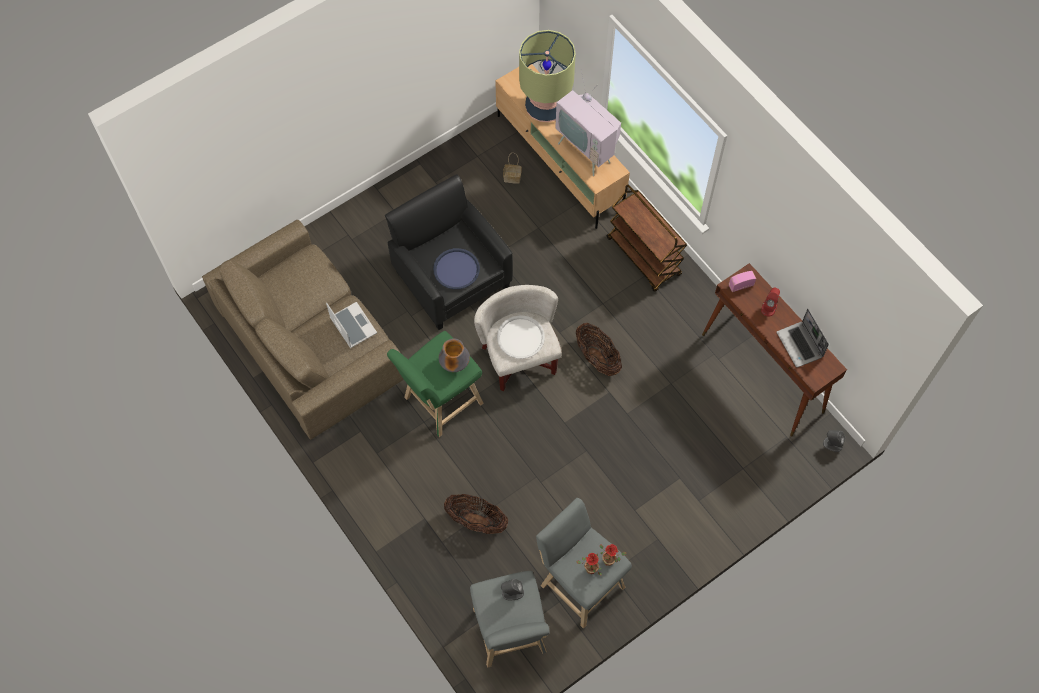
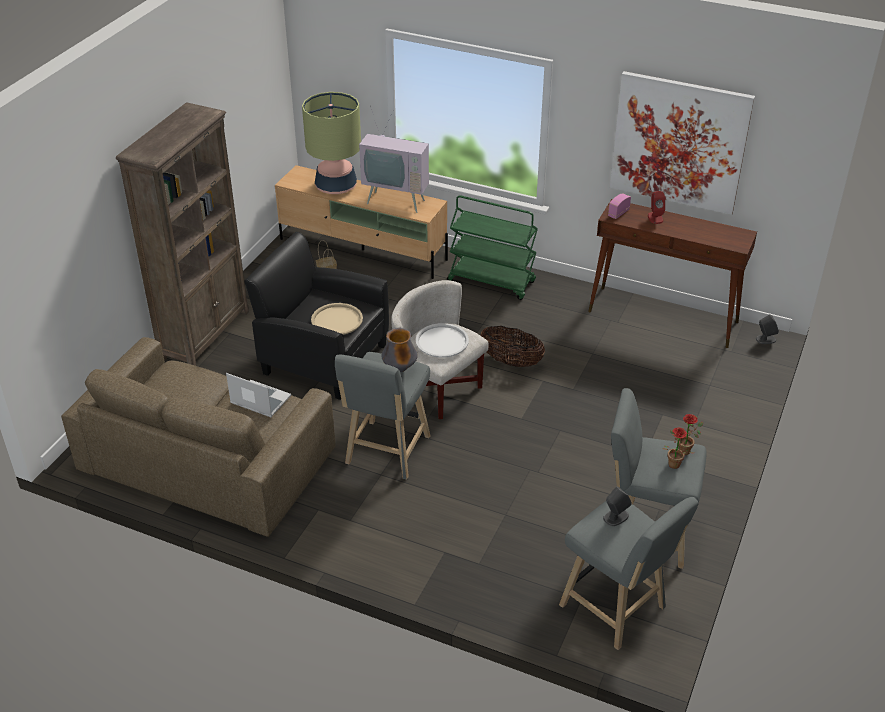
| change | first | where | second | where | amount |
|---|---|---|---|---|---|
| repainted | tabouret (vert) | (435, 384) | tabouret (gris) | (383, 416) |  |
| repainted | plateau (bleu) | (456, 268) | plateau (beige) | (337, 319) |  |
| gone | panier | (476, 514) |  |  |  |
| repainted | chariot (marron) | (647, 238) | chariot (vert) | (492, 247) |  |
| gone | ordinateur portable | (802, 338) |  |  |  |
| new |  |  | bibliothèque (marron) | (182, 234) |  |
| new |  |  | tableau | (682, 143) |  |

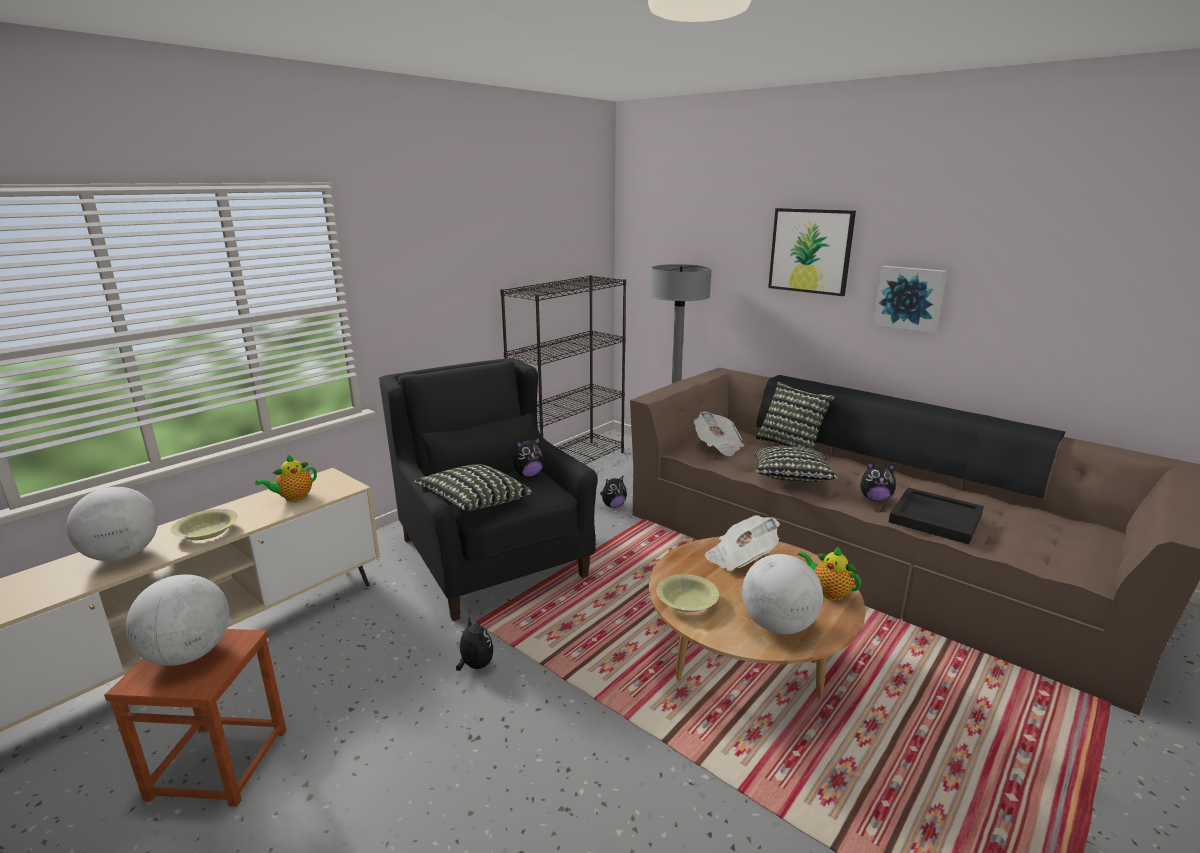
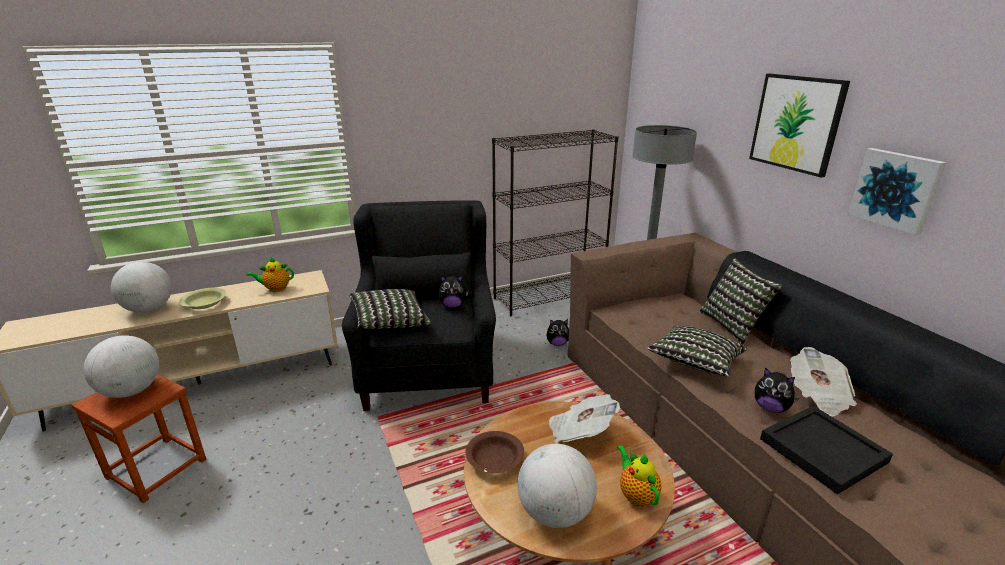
| change | first | where | second | where | amount |
|---|---|---|---|---|---|
| gone | peluche | (474, 643) |  |  |  |
| repainted | bol (jaune) | (687, 593) | bol (marron) | (494, 452) |  |
| shifted | journal | (719, 434) |  | (823, 382) |  |

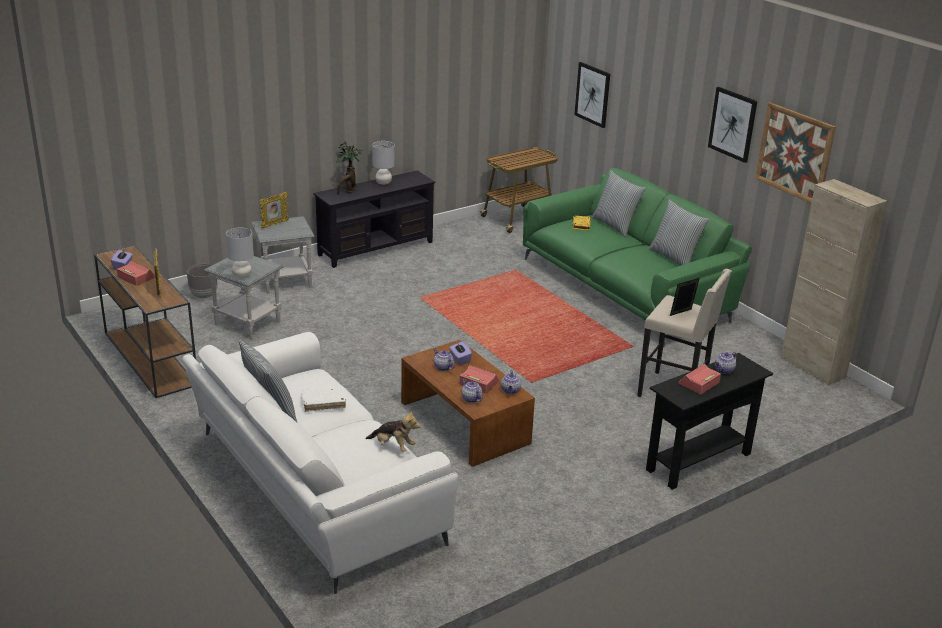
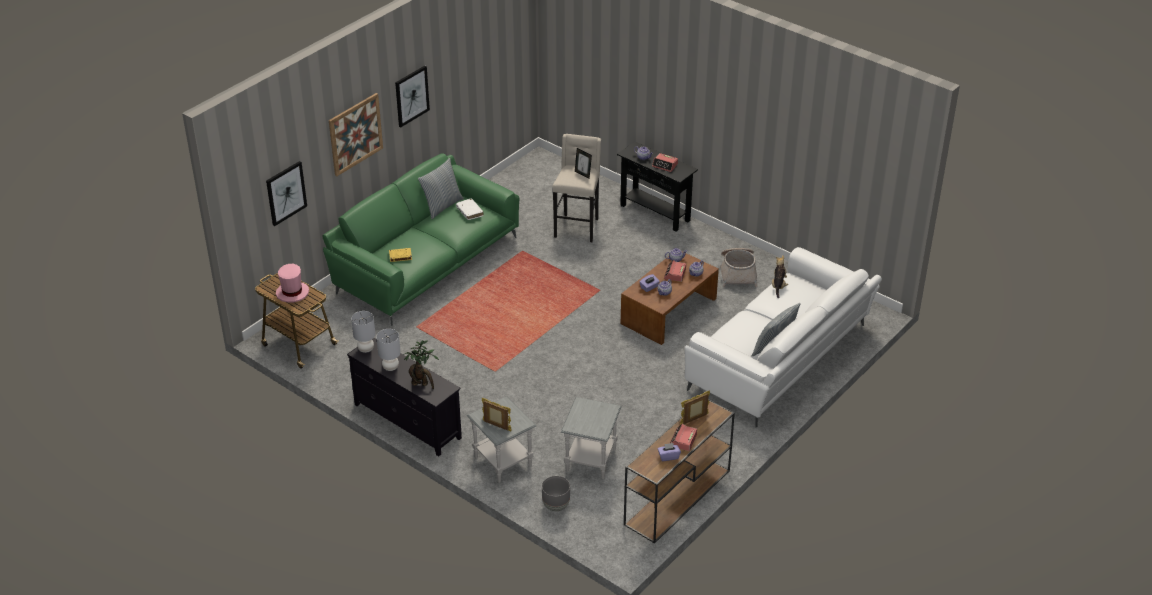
| change | first | where | second | where | amount |
|---|---|---|---|---|---|
| shifted | lampe de table (gris) | (240, 253) |  | (363, 332) |  |
| shifted | livre (blanc) | (323, 399) |  | (470, 209) |  |
| gone | coussin | (619, 203) |  |  |  |
| shifted | tableau | (795, 152) |  | (356, 134) |  |
| gone | meuble de rangement (beige) | (834, 282) |  |  |  |
| new |  |  | chapeau (rose) | (292, 283) |  |
| new |  |  | panier | (738, 267) |  |

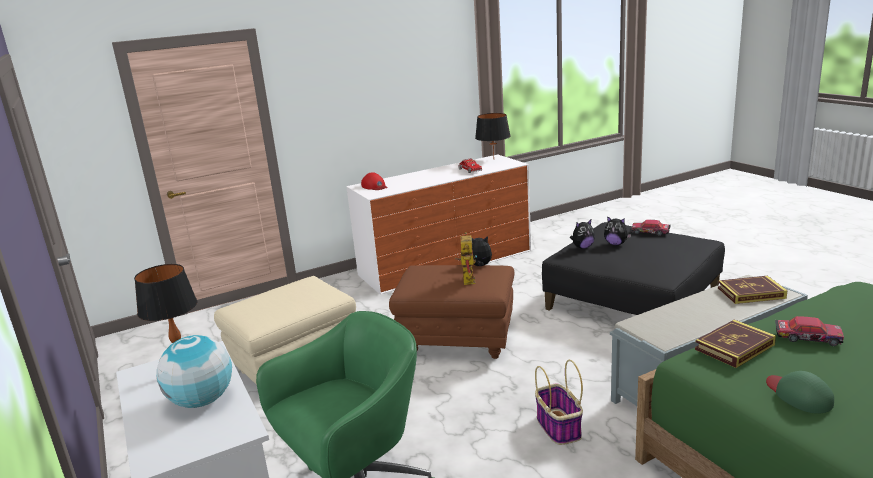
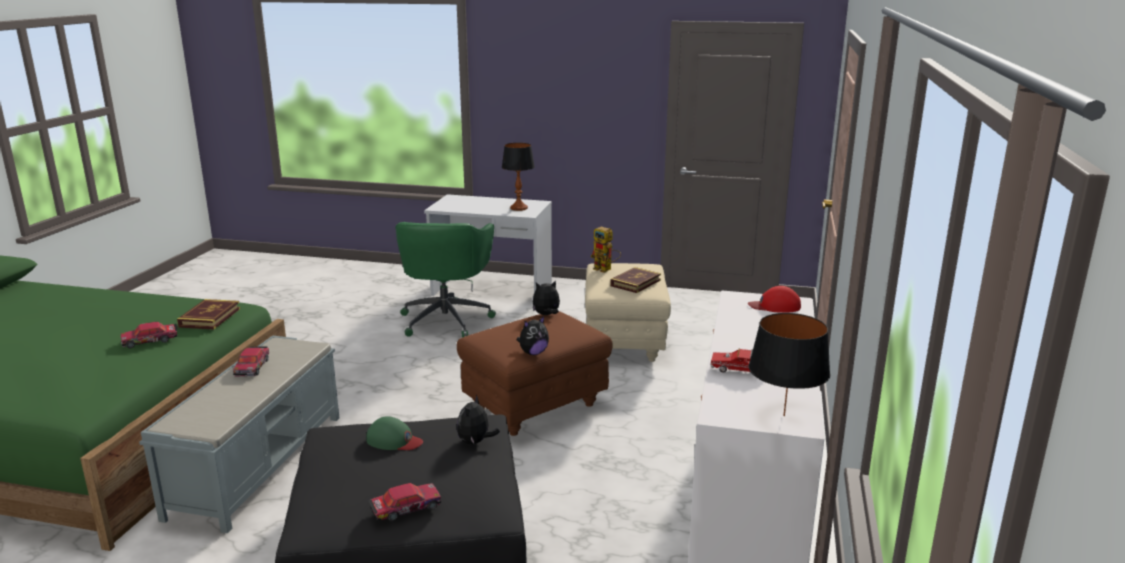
| change | first | where | second | where | amount |
|---|---|---|---|---|---|
| gone | globe | (194, 371) |  |  |  |
| shifted | robot jouet | (466, 258) |  | (606, 250) |  |
| gone | panier | (559, 402) |  |  |  |
| shifted | peluche | (617, 230) |  | (546, 297) |  |
| shifted | livre | (753, 290) |  | (635, 280) |  |
| shifted | casquette (vert) | (800, 392) |  | (394, 433) |  |
| new |  |  | petite voiture | (251, 361) |  |

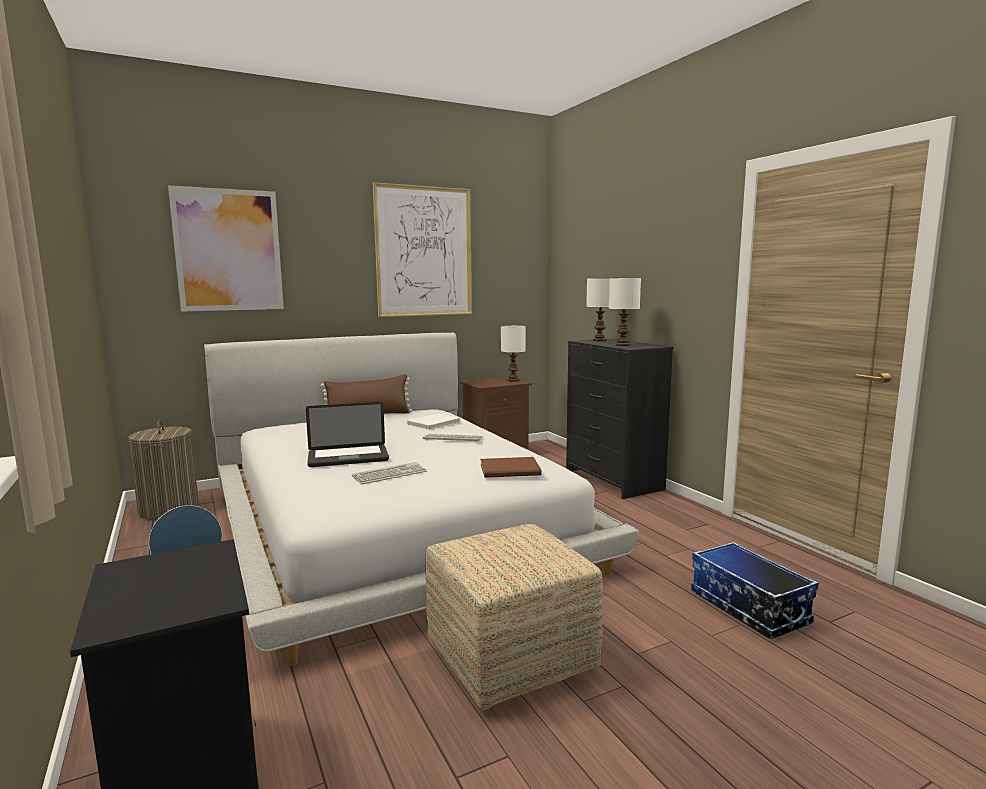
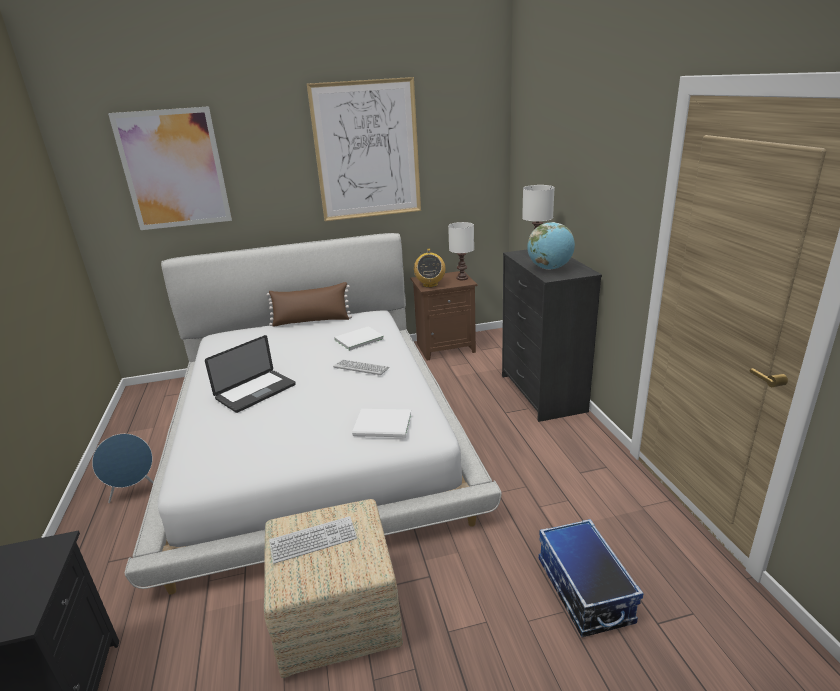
| change | first | where | second | where | amount |
|---|---|---|---|---|---|
| gone | panier à linge | (163, 470) |  |  |  |
| rotated | ordinateur portable | (347, 434) |  | (250, 374) | 45 degrees counterclockwise |
| shifted | clavier | (389, 473) |  | (313, 540) |  |
| repainted | livre (marron) | (511, 467) | livre (blanc) | (382, 423) |  |
| swapped | lampe de table (blanc) | (625, 312) | globe | (551, 246) |  |
| new |  |  | radio | (430, 268) |  |

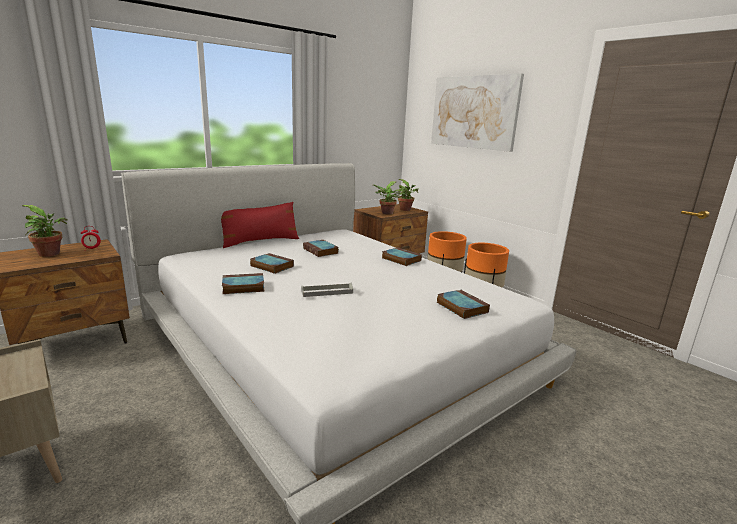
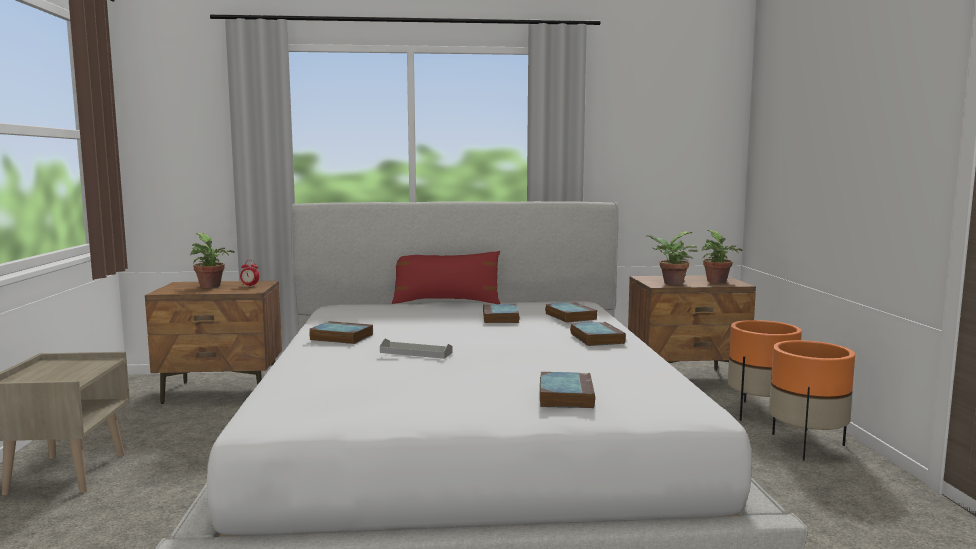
| change | first | where | second | where | amount |
|---|---|---|---|---|---|
| shifted | livre | (272, 263) |  | (571, 312) |  |
| gone | tableau | (477, 112) |  |  |  |

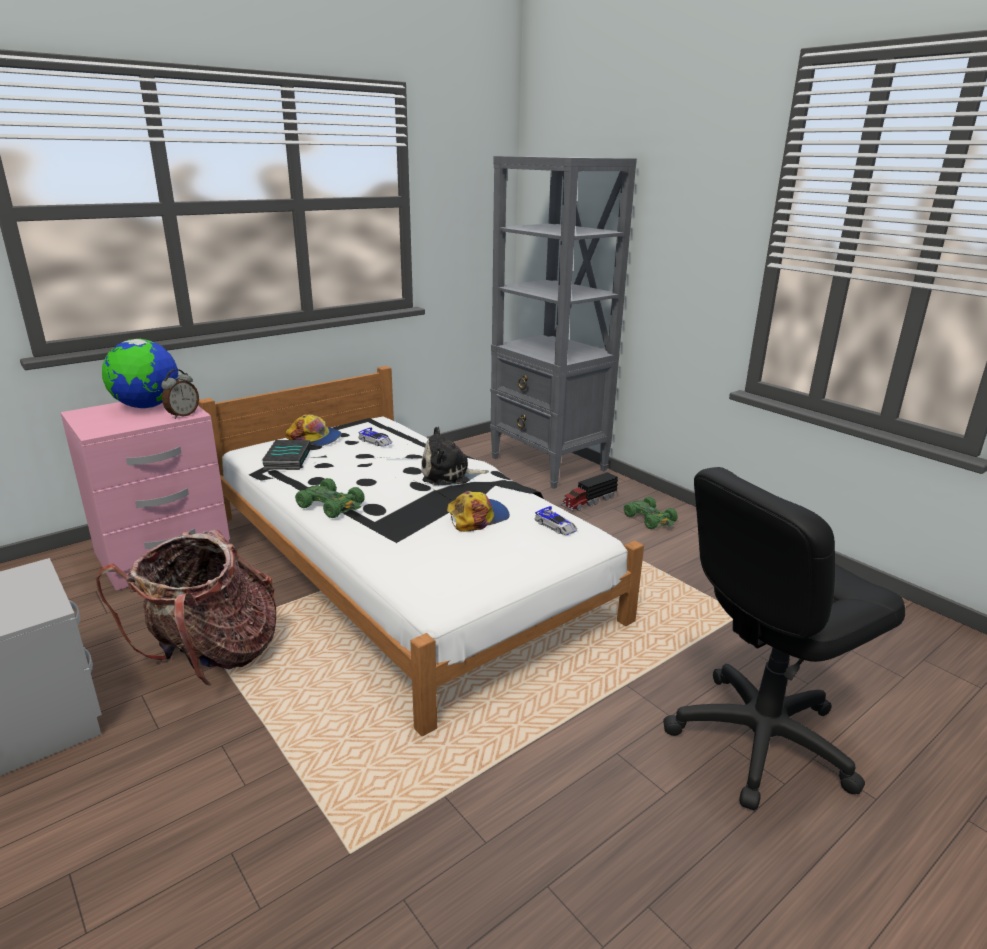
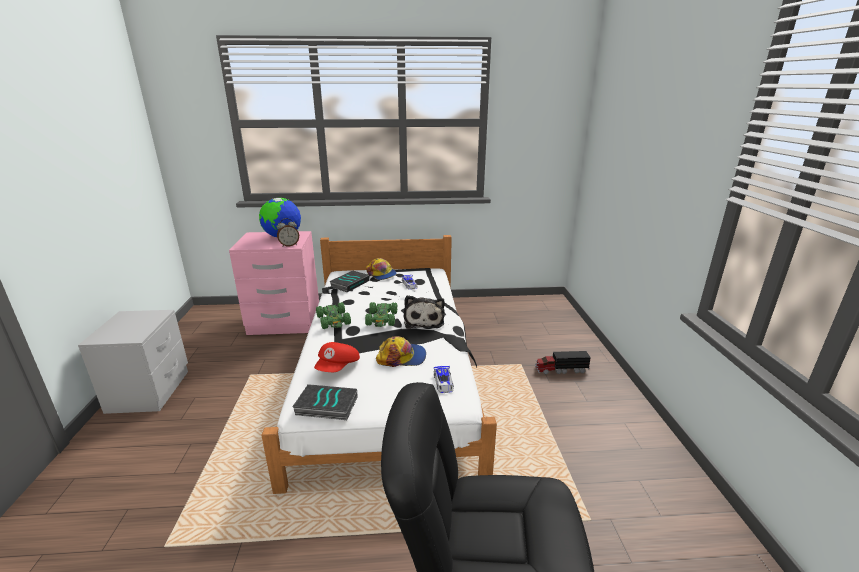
| change | first | where | second | where | amount |
|---|---|---|---|---|---|
| gone | sac à dos | (186, 608) |  |  |  |
| rotated | peluche | (455, 456) |  | (424, 312) | 120 degrees counterclockwise |
| gone | bibliothèque (gris) | (563, 322) |  |  |  |
| shifted | petite voiture (vert) | (651, 513) |  | (381, 314) |  |
| new |  |  | livre | (325, 402) |  |
| new |  |  | casquette (rouge) | (337, 357) |  |

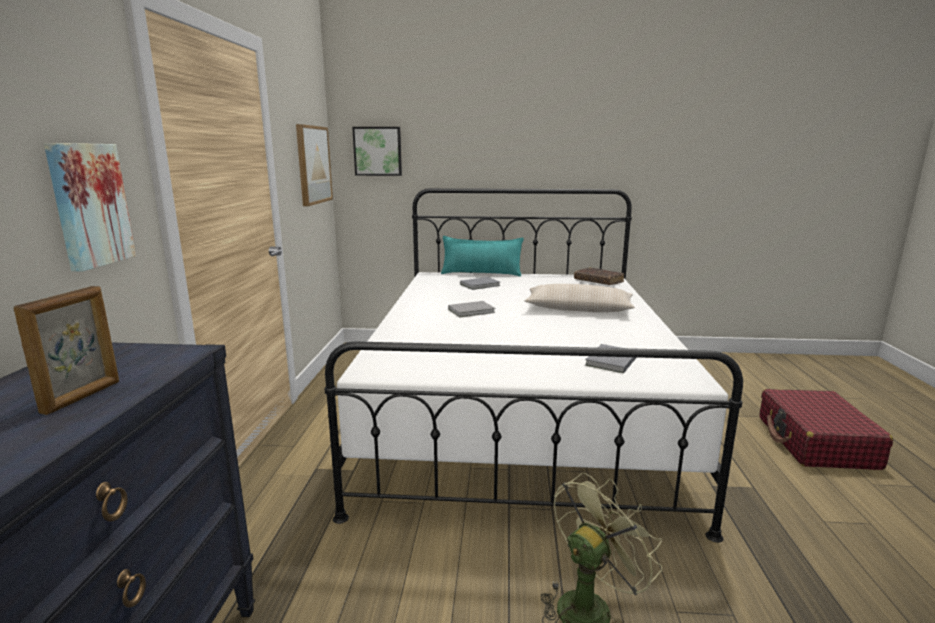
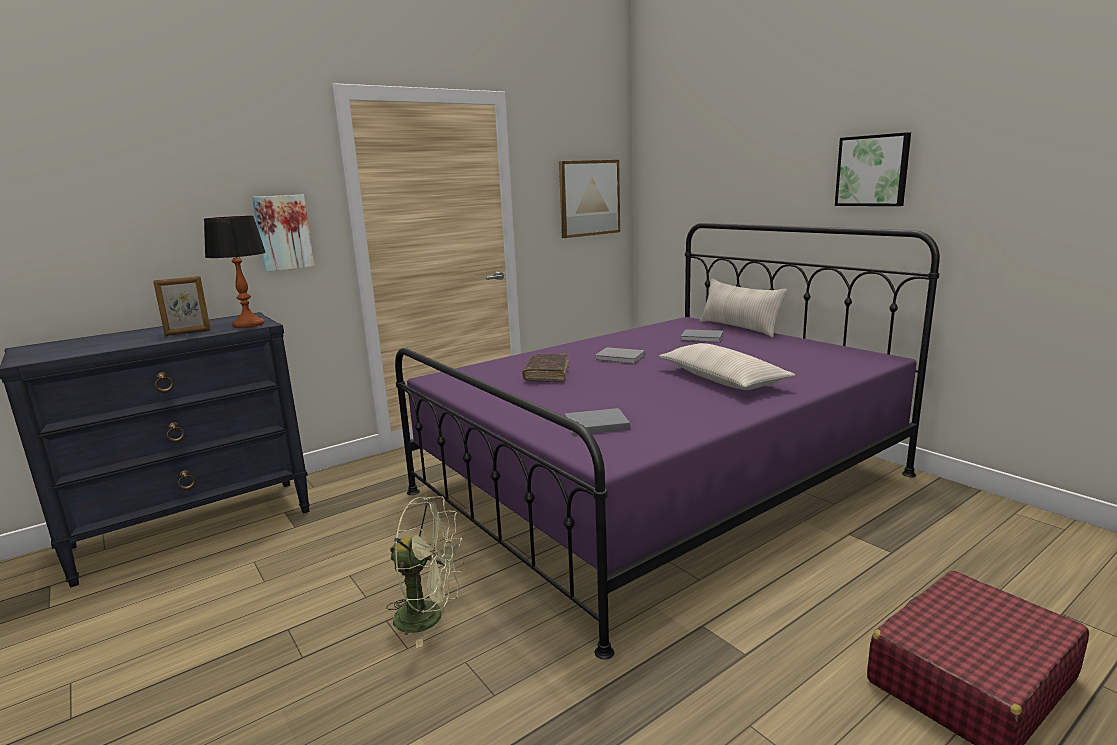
| change | first | where | second | where | amount |
|---|---|---|---|---|---|
| repainted | lit (blanc) | (534, 365) | lit (violet) | (667, 441) |  |
| shifted | tableau | (377, 151) |  | (873, 169) |  |
| repainted | coussin (turquoise) | (482, 256) | coussin (beige) | (743, 308) |  |
| shifted | livre (marron) | (599, 276) |  | (545, 368) |  |
| new |  |  | lampe de table | (235, 272) |  |

